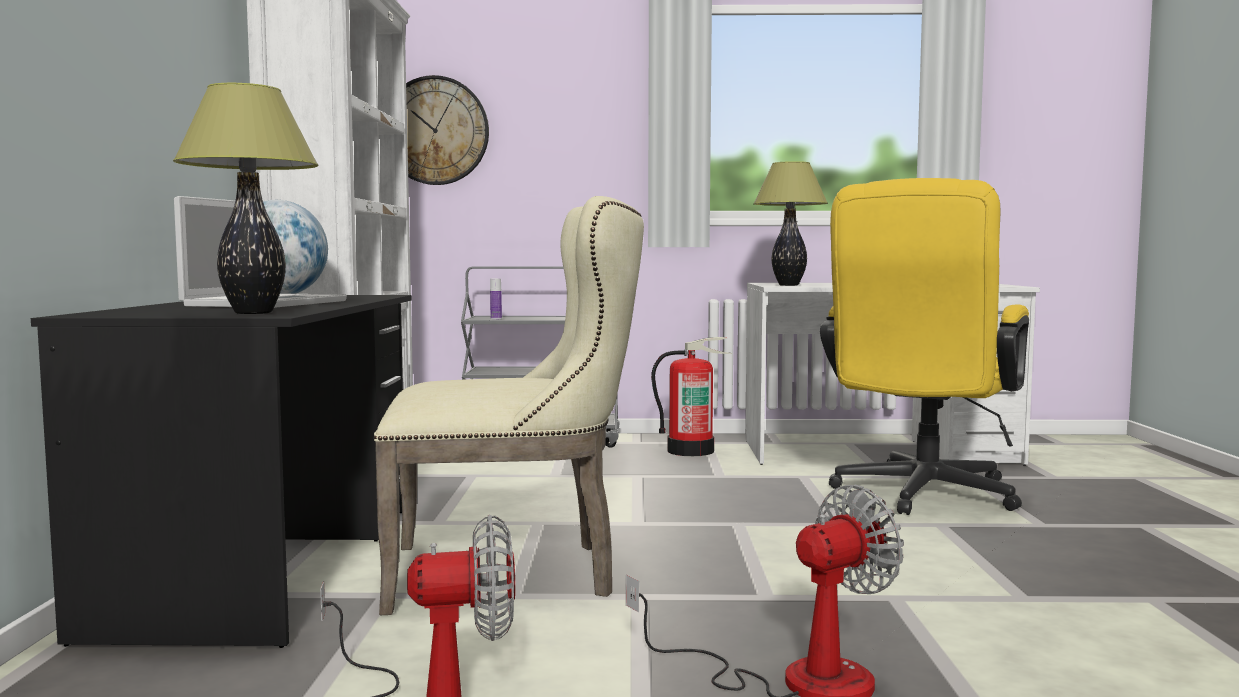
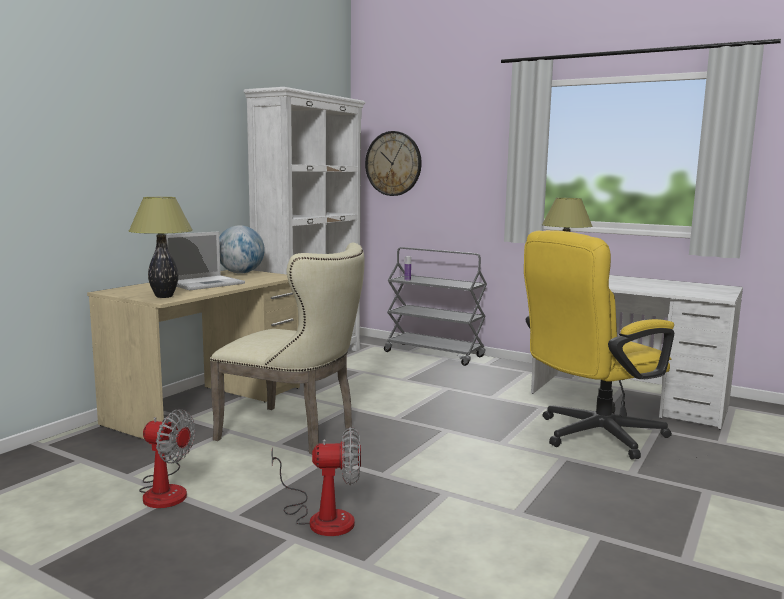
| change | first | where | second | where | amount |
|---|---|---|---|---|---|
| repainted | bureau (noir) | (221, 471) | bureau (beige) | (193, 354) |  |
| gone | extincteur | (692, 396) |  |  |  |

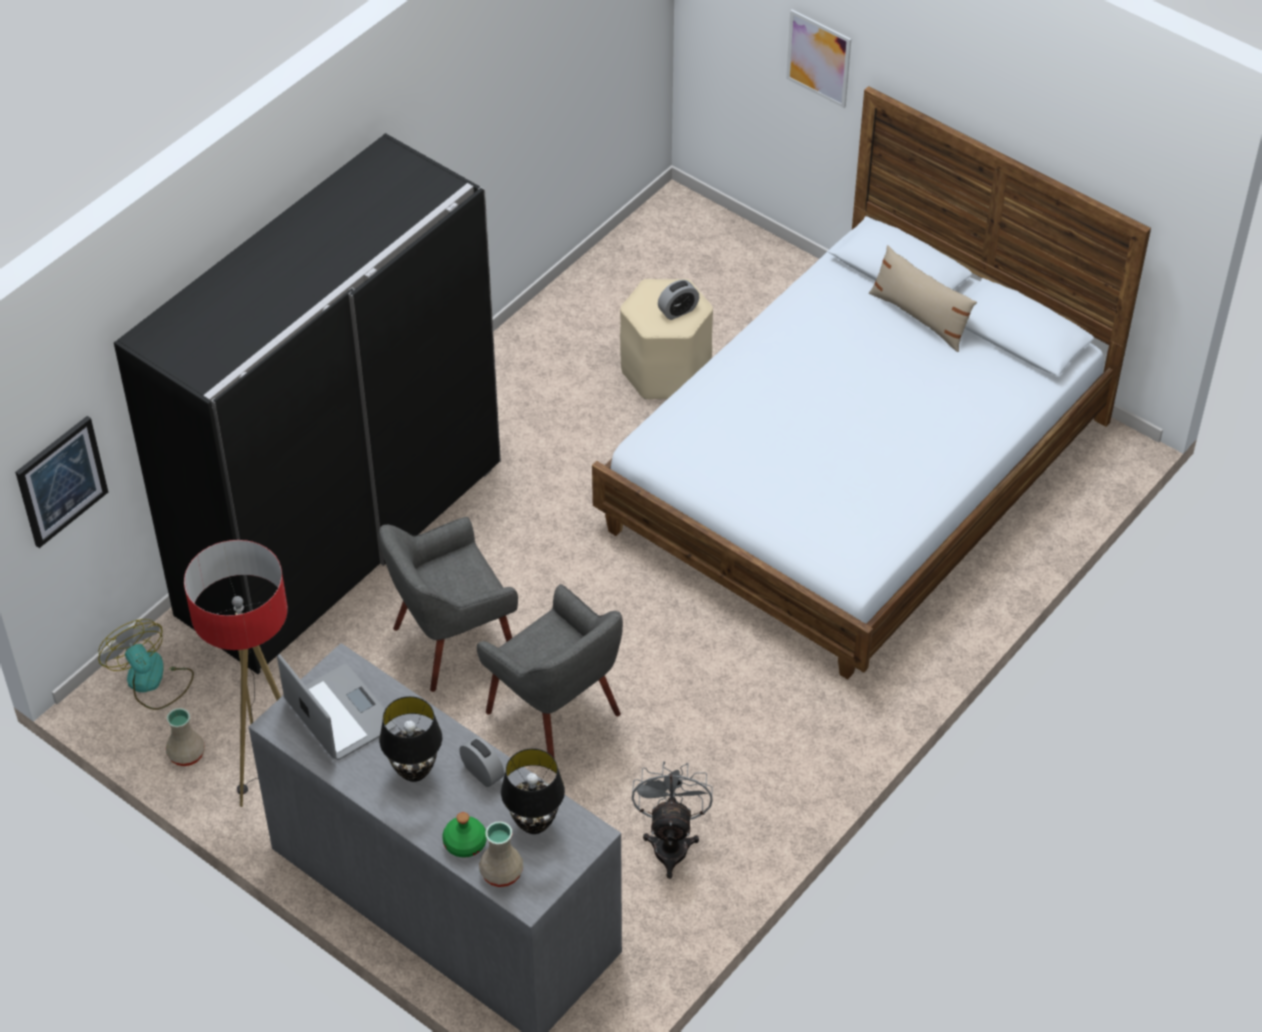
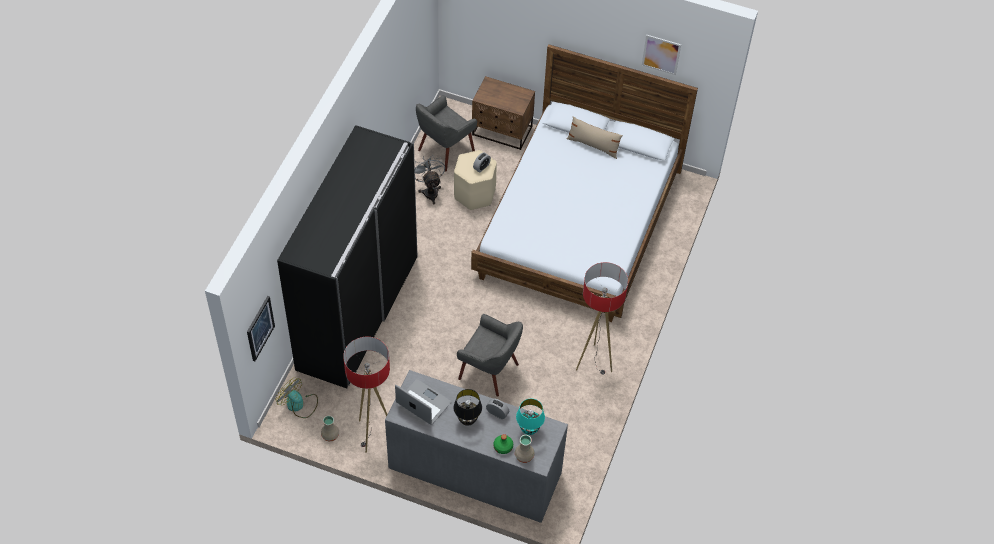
| change | first | where | second | where | amount |
|---|---|---|---|---|---|
| shifted | fauteuil (gris) | (448, 604) |  | (446, 133) |  |
| repainted | lampe de table (noir) | (533, 791) | lampe de table (turquoise) | (530, 417) |  |
| shifted | ventilateur (gris) | (672, 820) |  | (430, 179) |  |
| shifted | tableau | (818, 58) |  | (661, 55) |  |
| new |  |  | table de chevet (marron) | (503, 113) |  |
| new |  |  | lampadaire | (602, 318) |  |

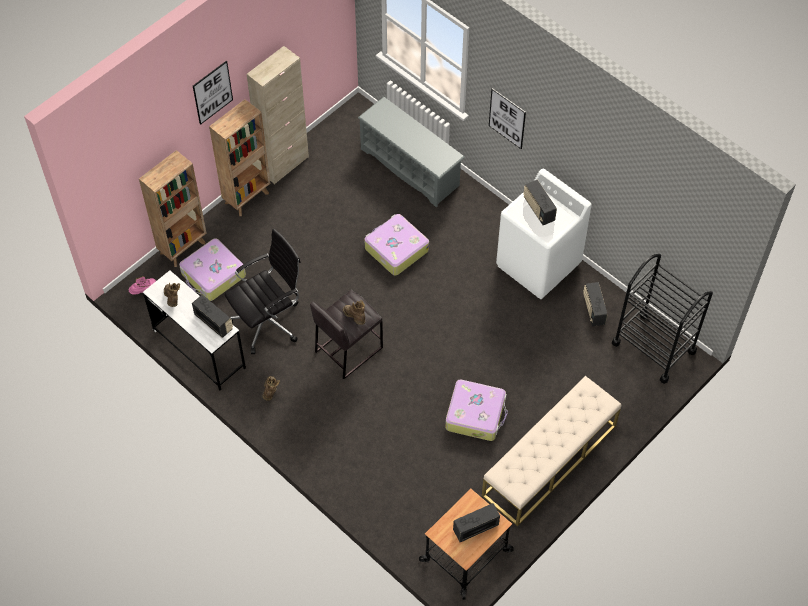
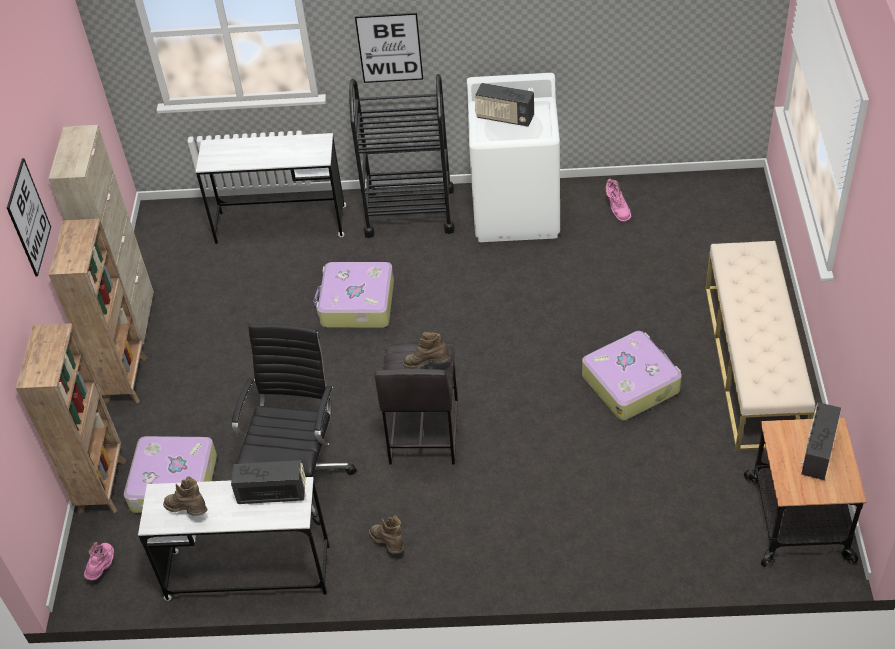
| change | first | where | second | where | amount |
|---|---|---|---|---|---|
| swapped | étagère à chaussures (gris) | (411, 152) | bureau (blanc) | (271, 188) |  |
| swapped | radio | (595, 304) | botte (rose) | (618, 200) |  |
| shifted | chariot (noir) | (662, 319) |  | (402, 156) |  |

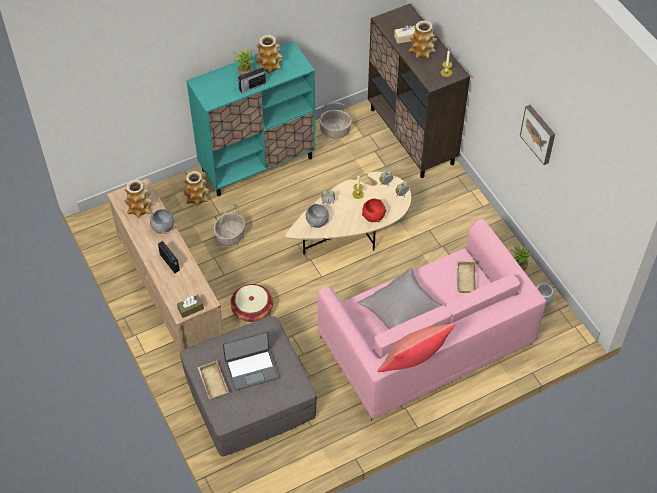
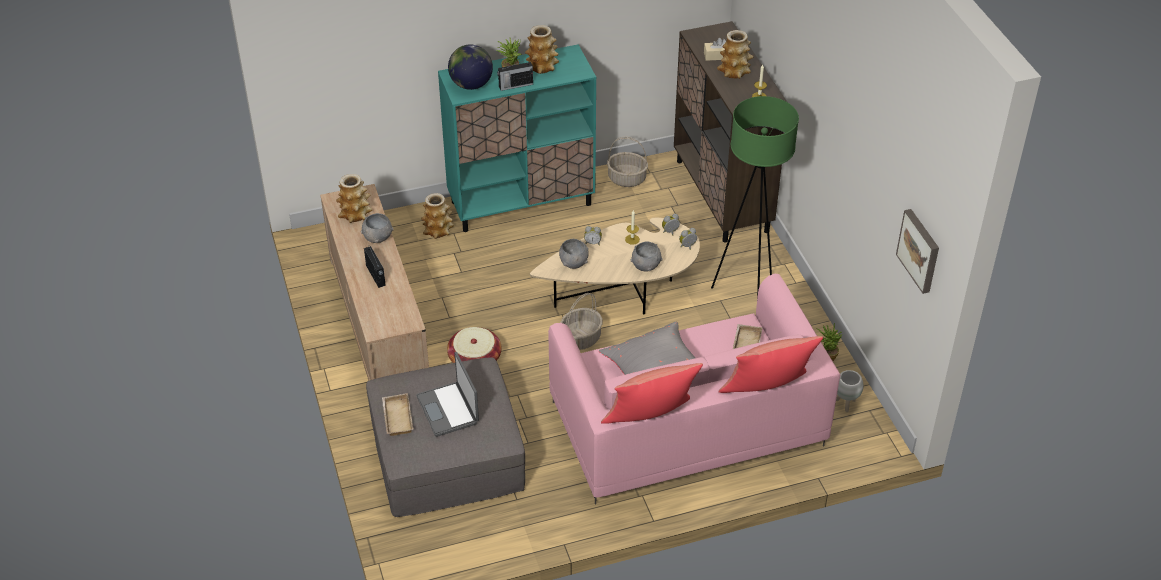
| change | first | where | second | where | amount |
|---|---|---|---|---|---|
| gone | boîte à mouchoirs (marron) | (190, 306) |  |  |  |
| shifted | panier | (229, 225) |  | (581, 321) |  |
| rotated | ordinateur portable | (250, 361) |  | (447, 394) | 75 degrees clockwise |
| repainted | bol (rouge) | (374, 210) | bol (gris) | (647, 257) |  |
| shifted | tableau | (537, 135) |  | (917, 251) |  |
| new |  |  | globe | (470, 67) |  |
| new |  |  | lampadaire (vert) | (755, 197) |  |
| new |  |  | coussin (rouge) | (770, 364) |  |

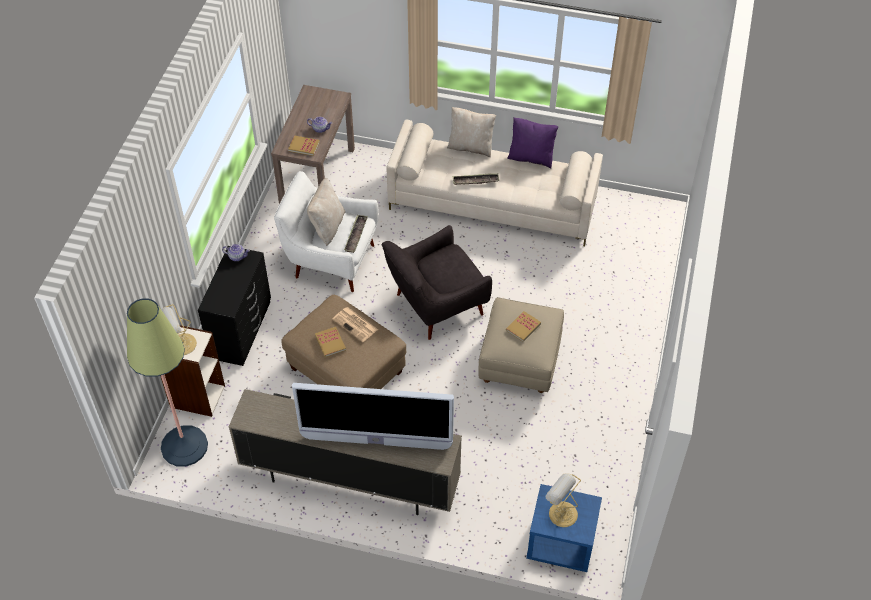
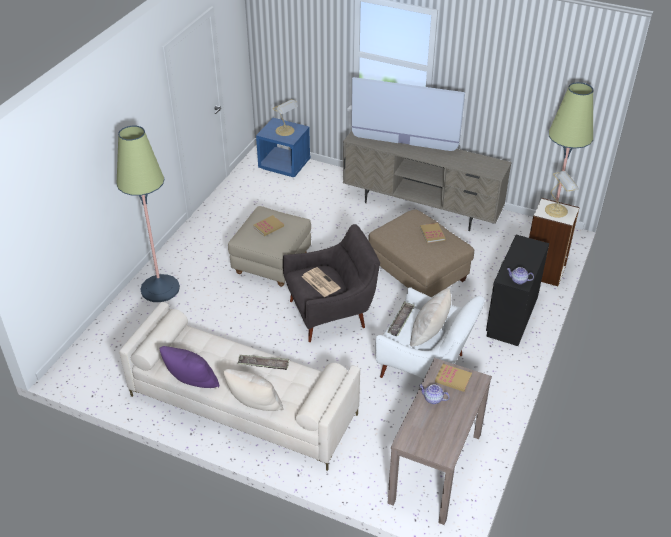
| change | first | where | second | where | amount |
|---|---|---|---|---|---|
| shifted | journal | (355, 324) |  | (321, 282) |  |
| new |  |  | lampadaire | (148, 214) |  |

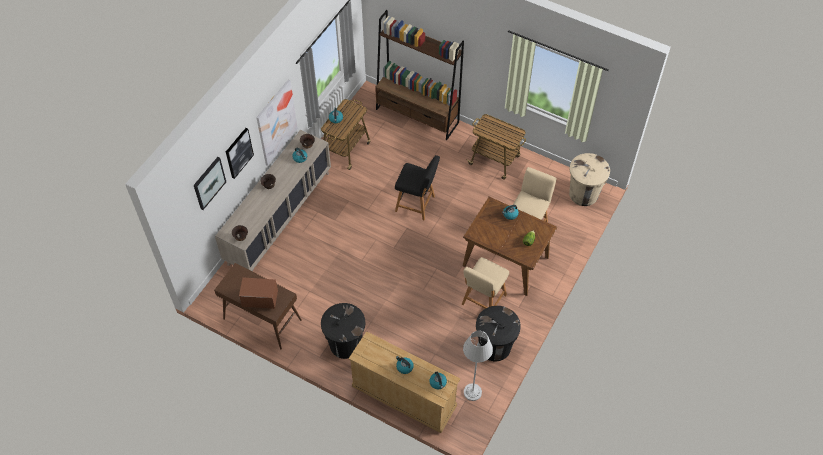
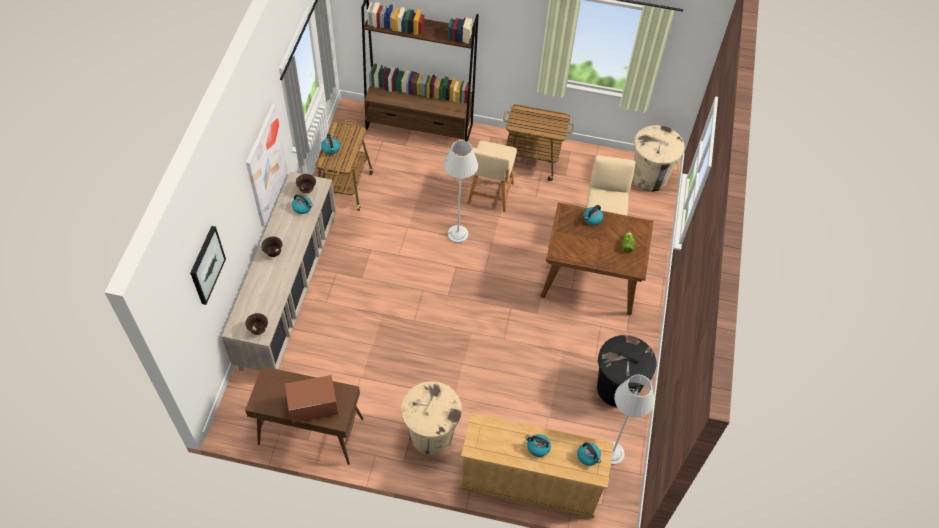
| change | first | where | second | where | amount |
|---|---|---|---|---|---|
| gone | tableau | (240, 153) |  |  |  |
| repainted | poubelle (noir) | (343, 331) | poubelle (beige) | (431, 418) |  |
| swapped | tabouret (noir) | (417, 187) | lampadaire (gris) | (461, 191) |  |
| shifted | tabouret (beige) | (485, 283) |  | (492, 176) |  |

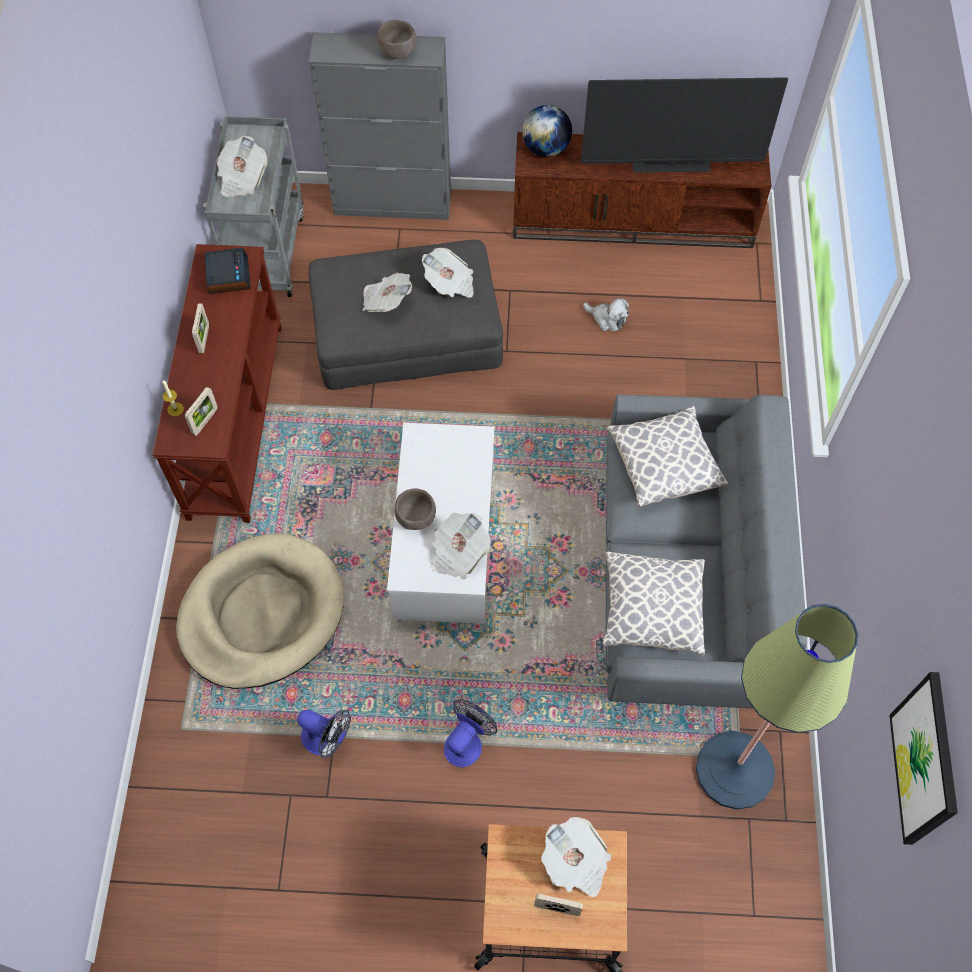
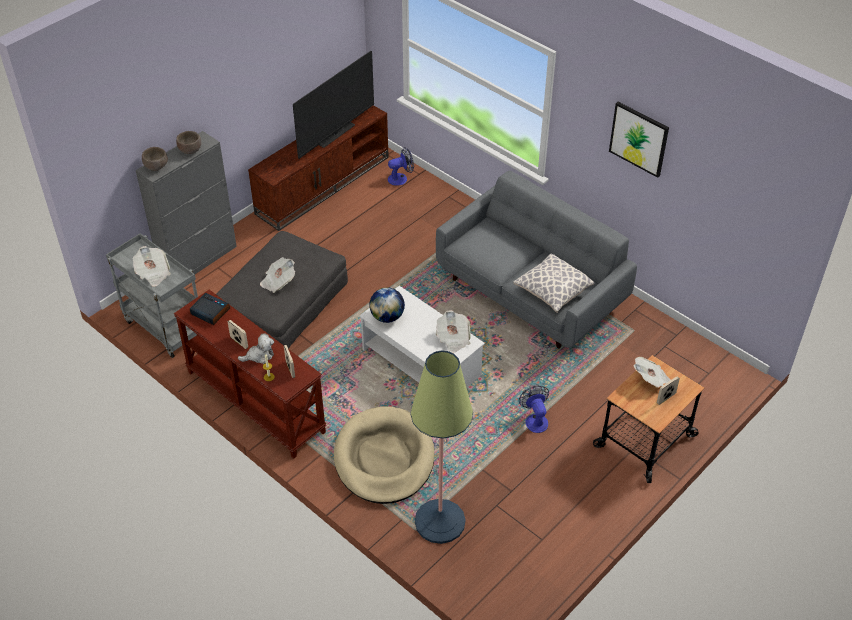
| change | first | where | second | where | amount |
|---|---|---|---|---|---|
| shifted | ventilateur | (324, 734) |  | (401, 166) |  |
| shifted | bol (marron) | (415, 509) |  | (155, 159) |  |
| gone | journal | (447, 272) |  |  |  |
| shifted | globe | (547, 131) |  | (387, 305) |  |
| shifted | peluche | (606, 314) |  | (256, 349) |  |
| gone | coussin | (667, 456) |  |  |  |
| shifted | lampadaire | (777, 707) |  | (441, 447) |  |
| shifted | tableau | (923, 758) |  | (639, 140) |  |

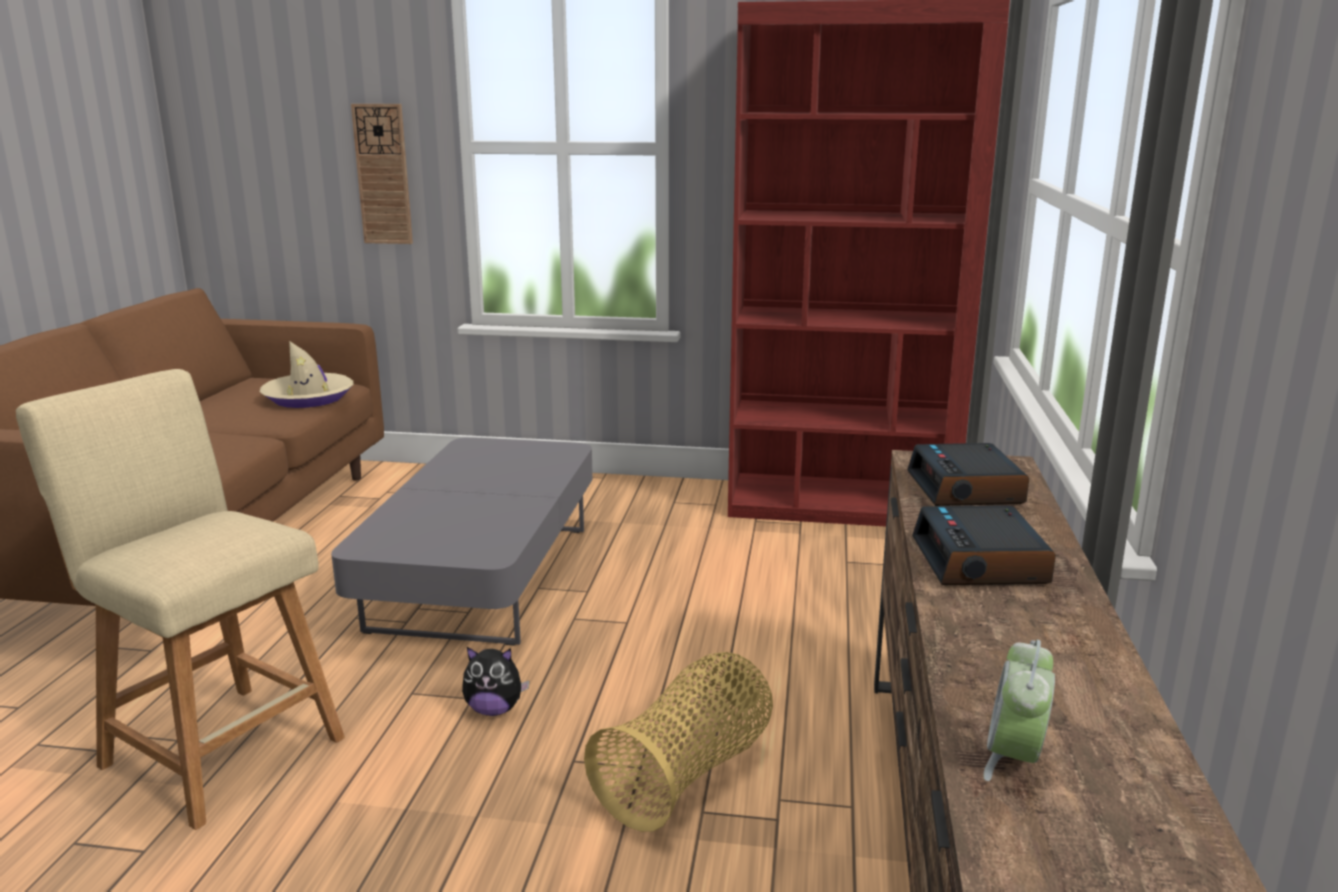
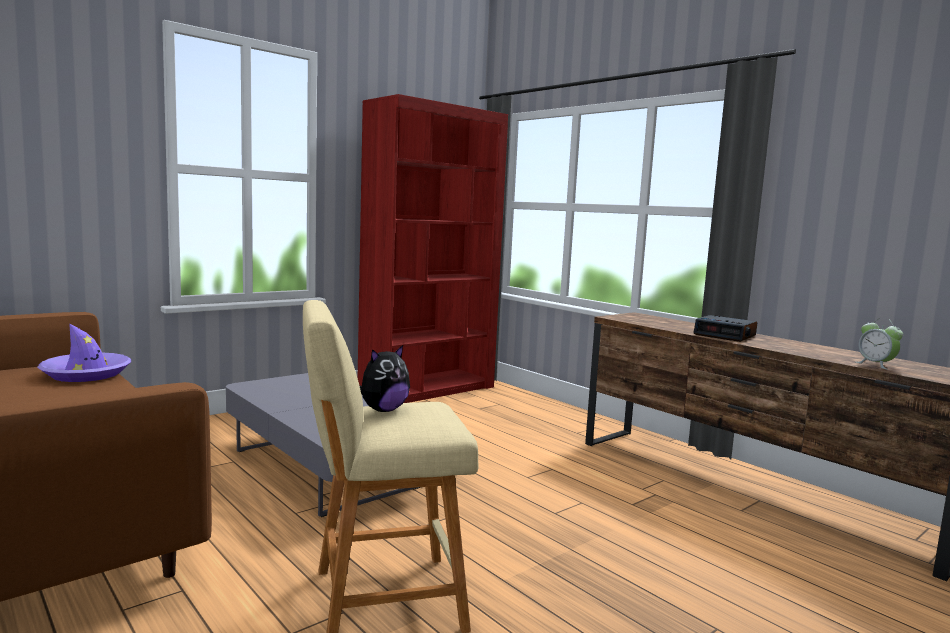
| change | first | where | second | where | amount |
|---|---|---|---|---|---|
| repainted | chapeau (beige) | (307, 374) | chapeau (violet) | (84, 352) |  |
| gone | horloge murale | (382, 174) |  |  |  |
| shifted | peluche | (496, 681) |  | (384, 378) |  |
| gone | panier | (678, 742) |  |  |  |
| gone | réveil | (968, 474) |  |  |  |

